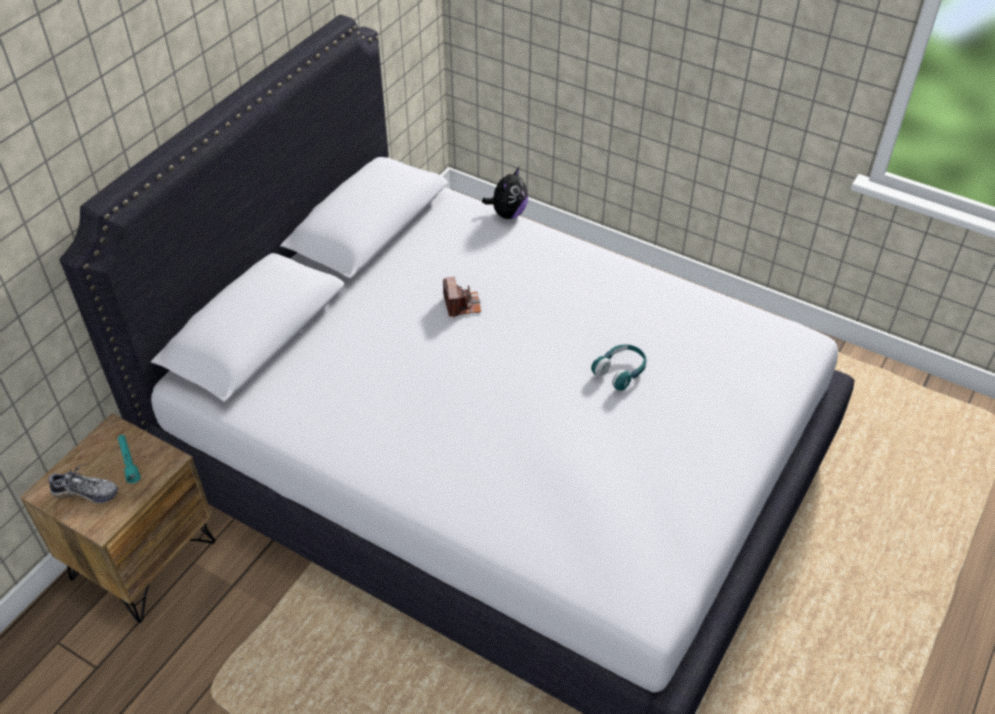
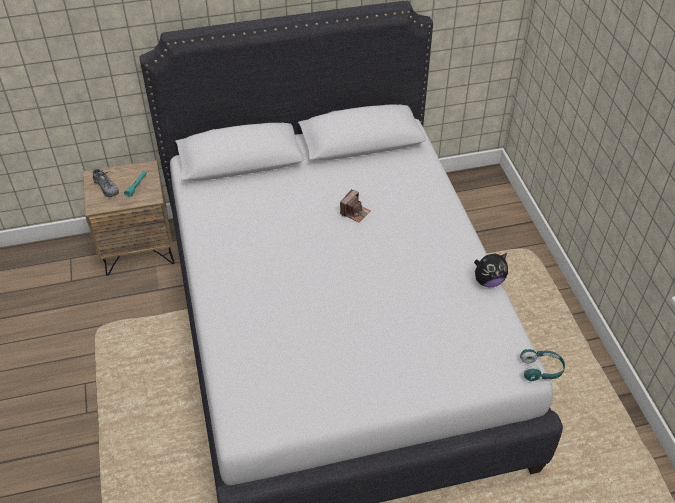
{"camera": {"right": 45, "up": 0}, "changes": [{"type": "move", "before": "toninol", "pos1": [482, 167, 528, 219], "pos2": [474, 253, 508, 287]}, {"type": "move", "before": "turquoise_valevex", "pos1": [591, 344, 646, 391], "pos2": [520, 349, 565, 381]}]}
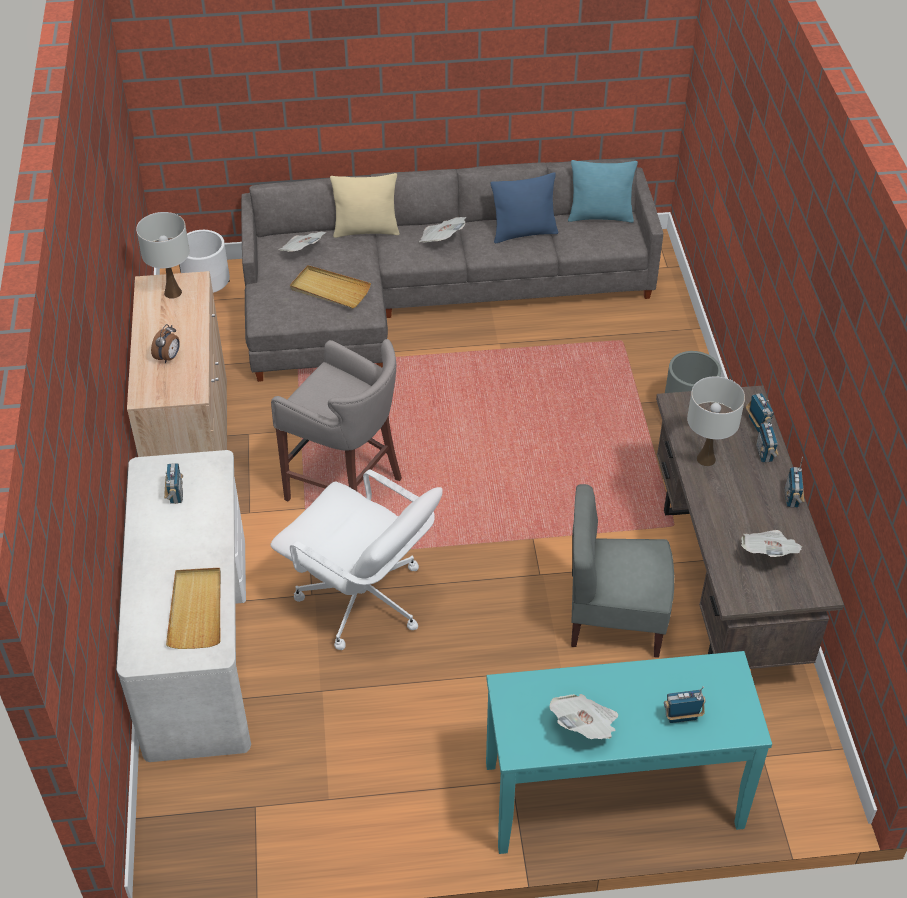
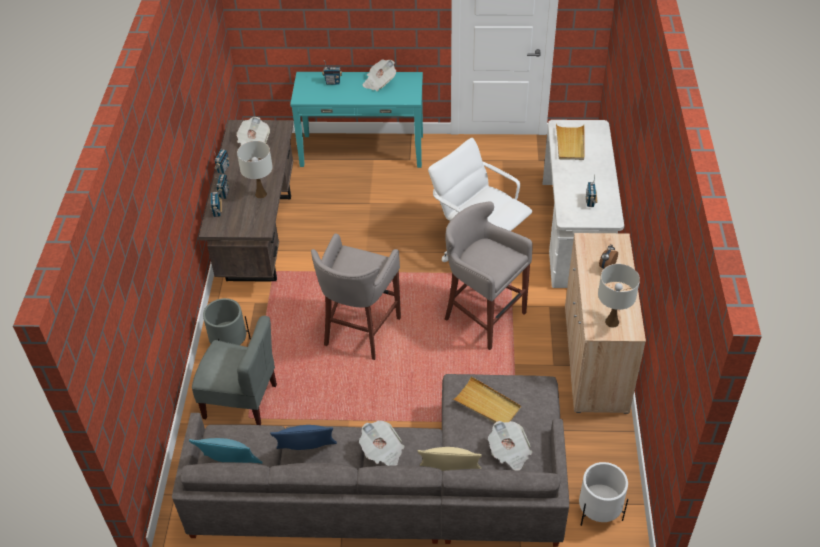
{"camera": {"right": -170, "up": 0}, "changes": [{"type": "move", "before": "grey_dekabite", "pos1": [571, 484, 674, 657], "pos2": [192, 316, 277, 425]}, {"type": "insert", "after": "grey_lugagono", "pos2": [311, 233, 401, 360]}]}
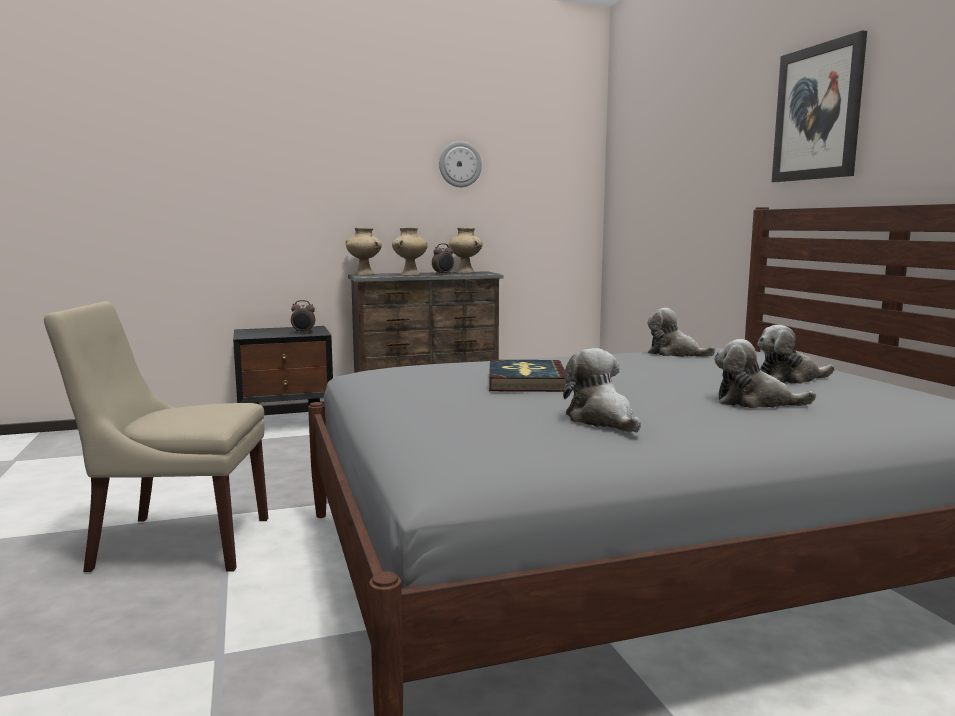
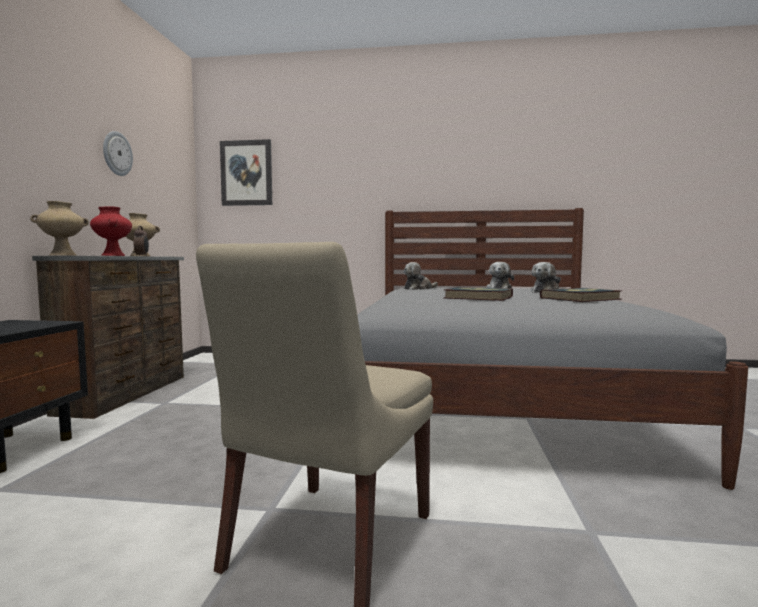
{"camera": {"right": -65, "up": -5}, "changes": [{"type": "delete", "before": "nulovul", "pos1": [291, 300, 315, 333]}, {"type": "recolor", "before": "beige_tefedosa", "after": "red_tefedosa", "pos1": [392, 228, 428, 275], "pos2": [90, 207, 132, 256]}, {"type": "replace", "before": "toninol", "after": "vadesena", "pos1": [563, 348, 641, 433], "pos2": [540, 288, 622, 302]}, {"type": "move", "before": "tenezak", "pos1": [772, 30, 867, 182], "pos2": [220, 139, 272, 206]}]}
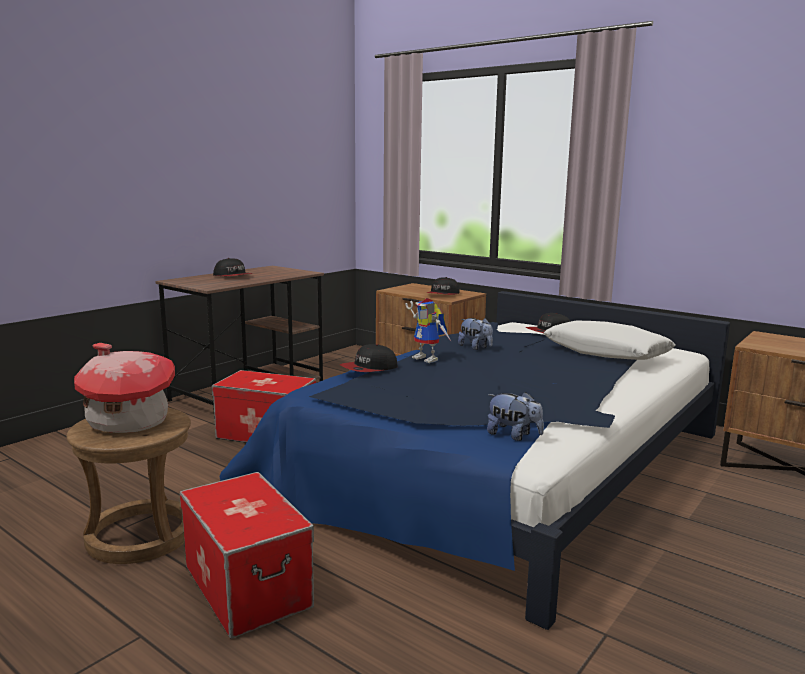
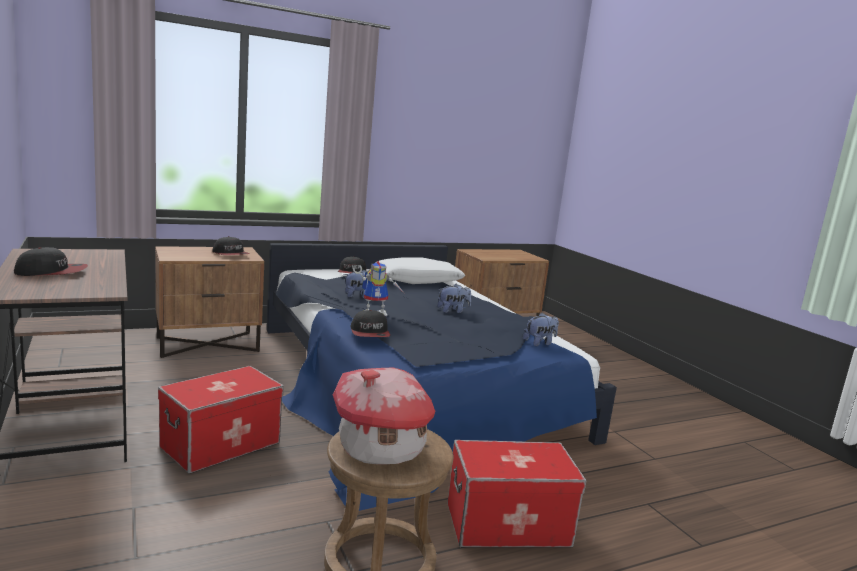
{"camera": {"right": -65, "up": 0}, "changes": [{"type": "insert", "after": "toninol", "pos2": [437, 284, 471, 313]}]}
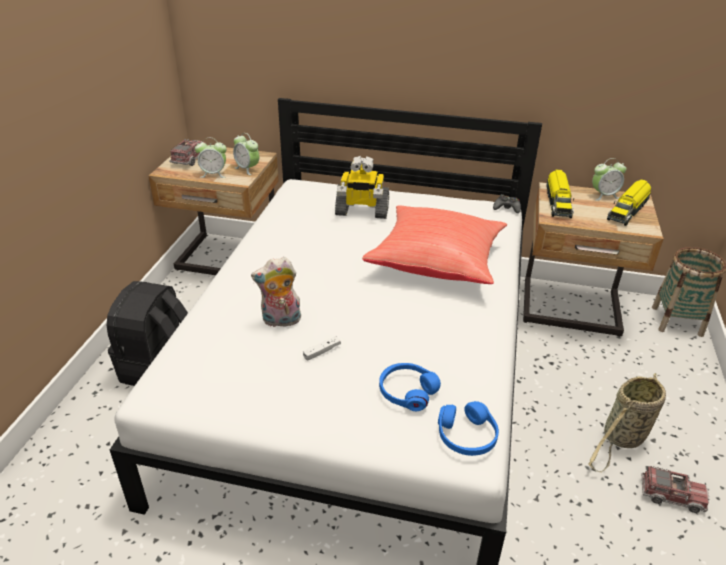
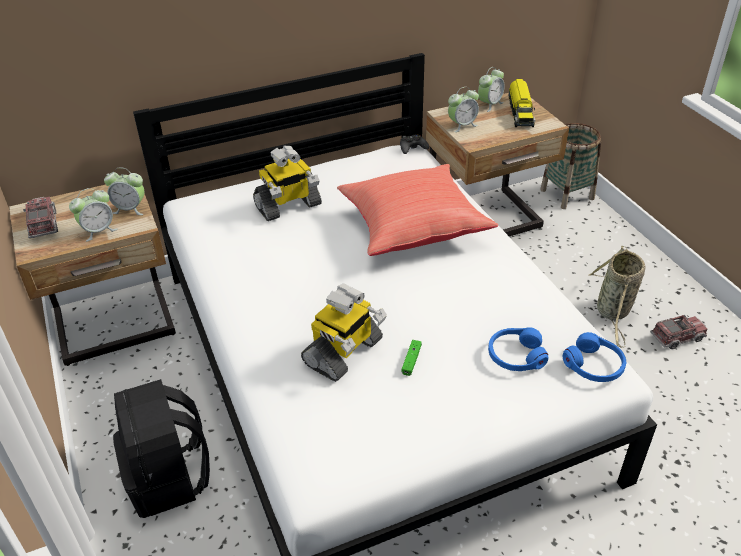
{"camera": {"right": -35, "up": 5}, "changes": [{"type": "replace", "before": "toninol", "after": "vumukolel", "pos1": [251, 257, 302, 327], "pos2": [301, 283, 387, 382]}, {"type": "recolor", "before": "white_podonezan", "after": "green_podonezan", "pos1": [303, 336, 341, 361], "pos2": [402, 340, 422, 376]}, {"type": "replace", "before": "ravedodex", "after": "nulovul", "pos1": [546, 169, 574, 218], "pos2": [448, 87, 479, 132]}]}
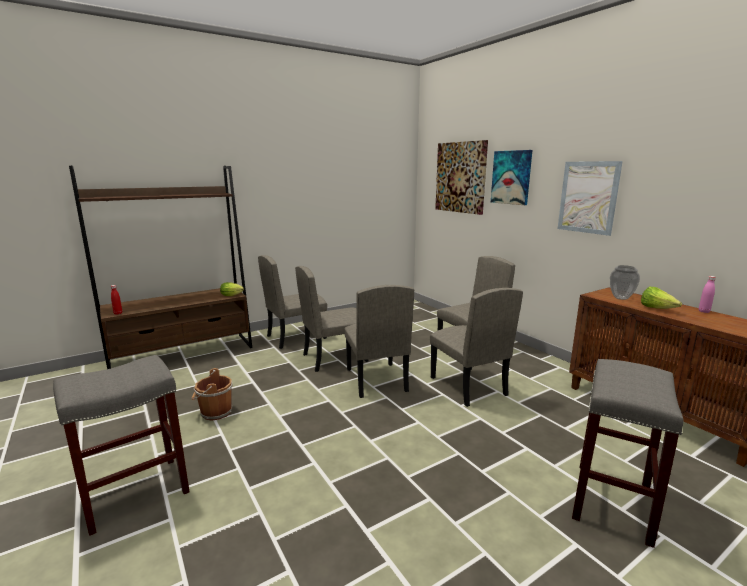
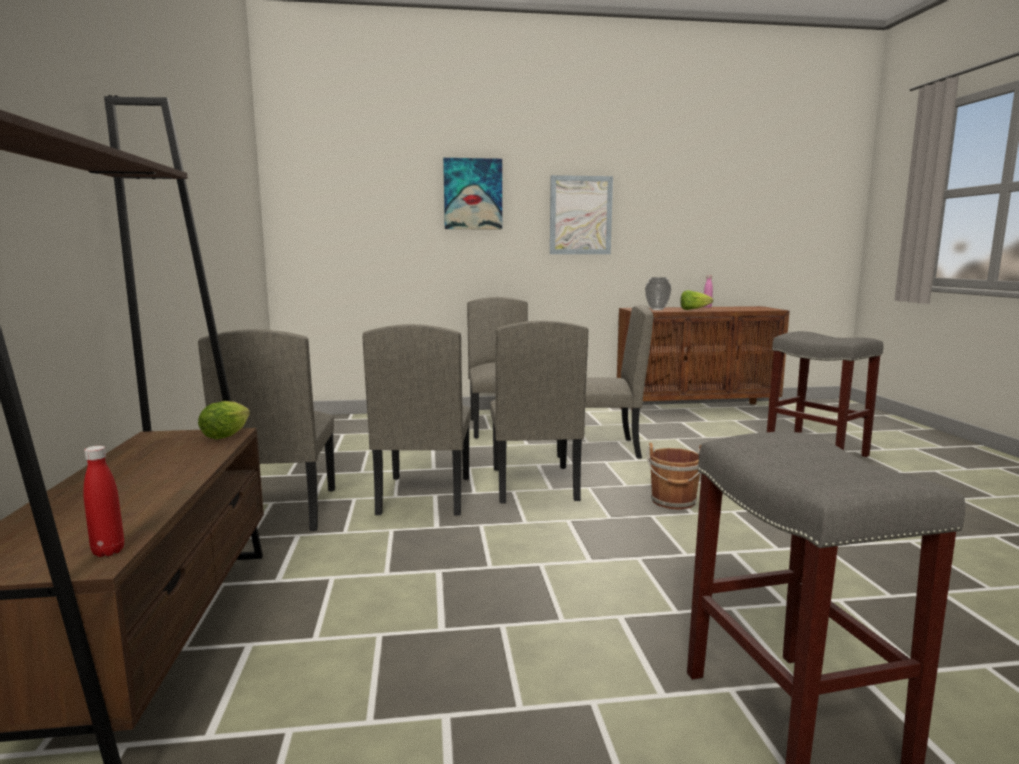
{"camera": {"right": -65, "up": -5}, "changes": [{"type": "move", "before": "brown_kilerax", "pos1": [191, 368, 233, 421], "pos2": [646, 443, 701, 510]}, {"type": "rotate", "before": "beige_dekabite", "pos1": [344, 285, 414, 398], "pos2": [490, 320, 588, 503], "turn": 75}, {"type": "delete", "before": "tenezak", "pos1": [435, 140, 488, 215]}]}
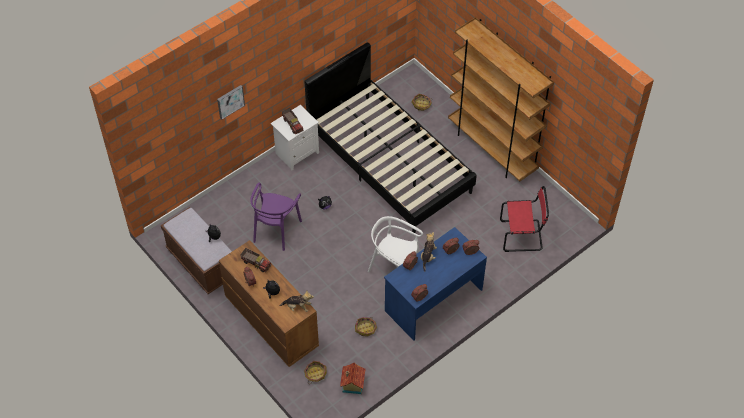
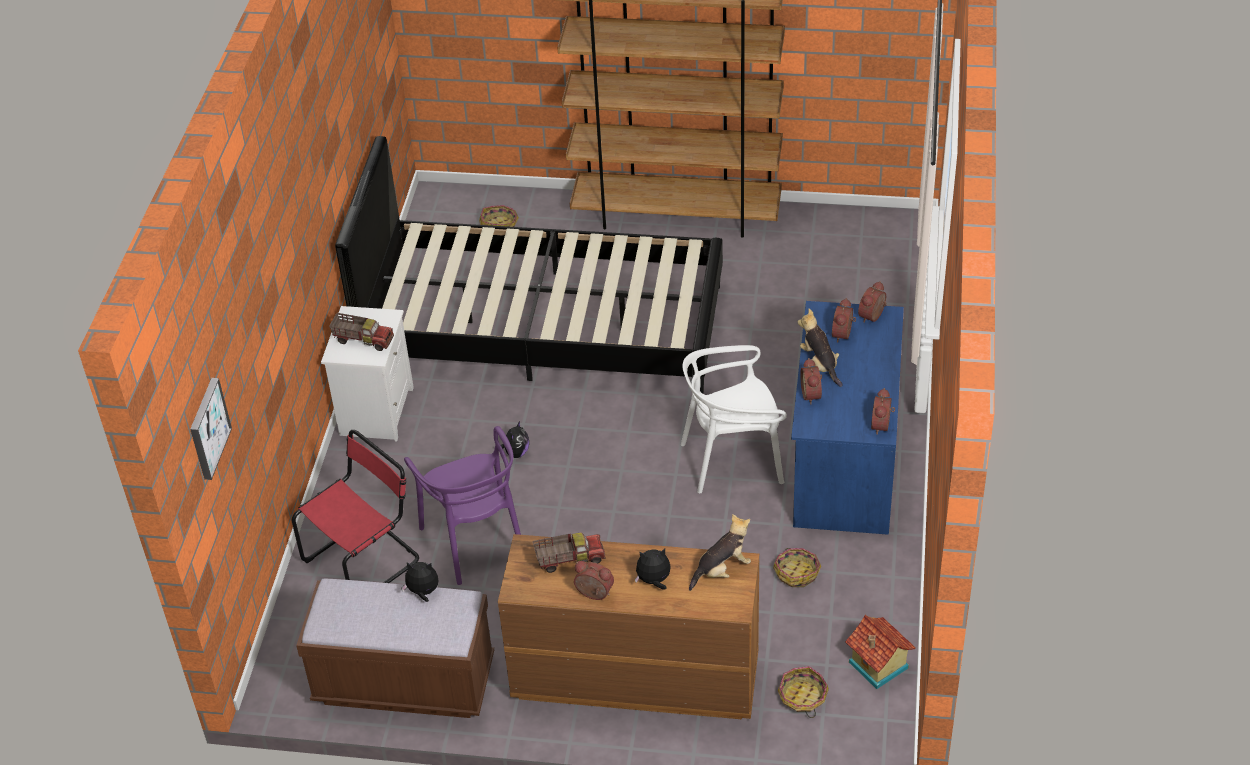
{"camera": {"right": -40, "up": -10}, "changes": [{"type": "move", "before": "tenezak", "pos1": [217, 85, 245, 119], "pos2": [190, 378, 232, 480]}, {"type": "move", "before": "red_dekabite", "pos1": [500, 186, 549, 252], "pos2": [292, 430, 419, 583]}]}
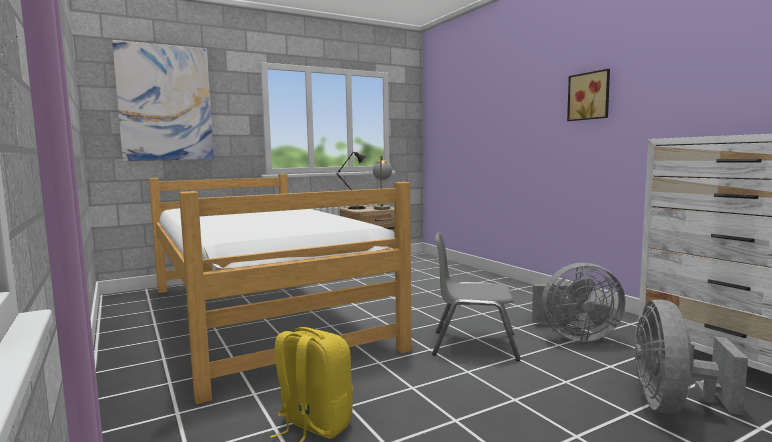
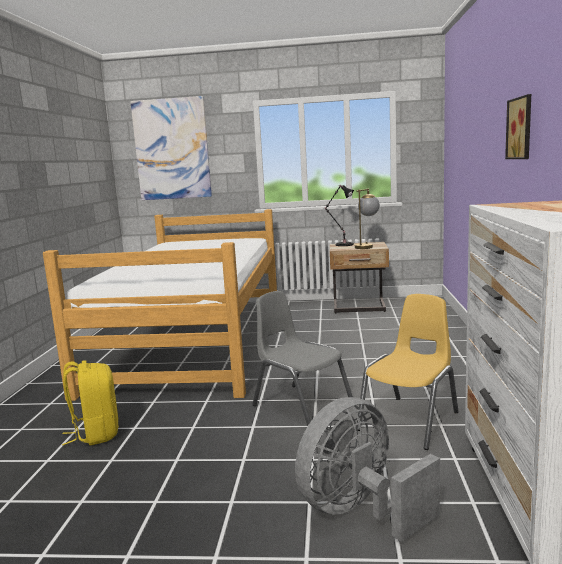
{"camera": {"right": 35, "up": 5}, "changes": [{"type": "replace", "before": "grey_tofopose", "after": "yellow_dekabite", "pos1": [532, 262, 626, 342], "pos2": [357, 294, 459, 450]}]}
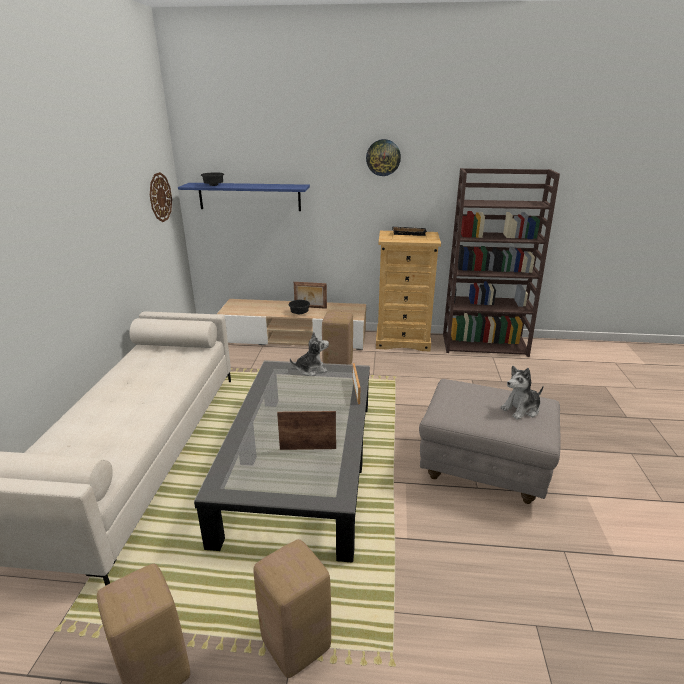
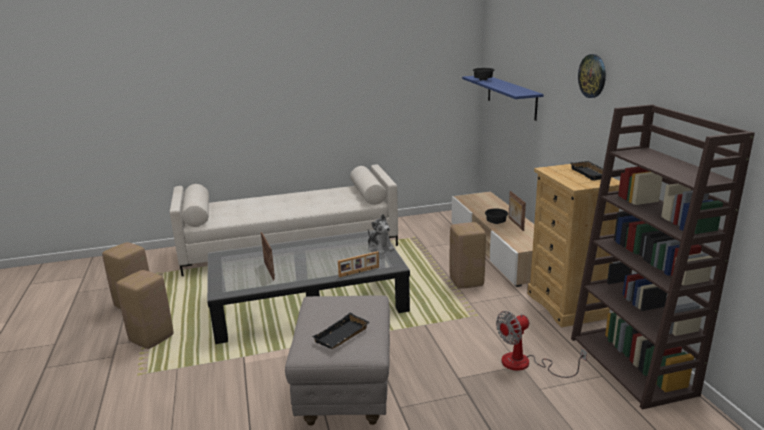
{"camera": {"right": 70, "up": -5}, "changes": [{"type": "delete", "before": "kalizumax", "pos1": [150, 172, 172, 222]}, {"type": "replace", "before": "toninol", "after": "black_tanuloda", "pos1": [501, 366, 544, 420], "pos2": [312, 313, 370, 349]}, {"type": "insert", "after": "tofopose", "pos2": [496, 311, 587, 378]}]}
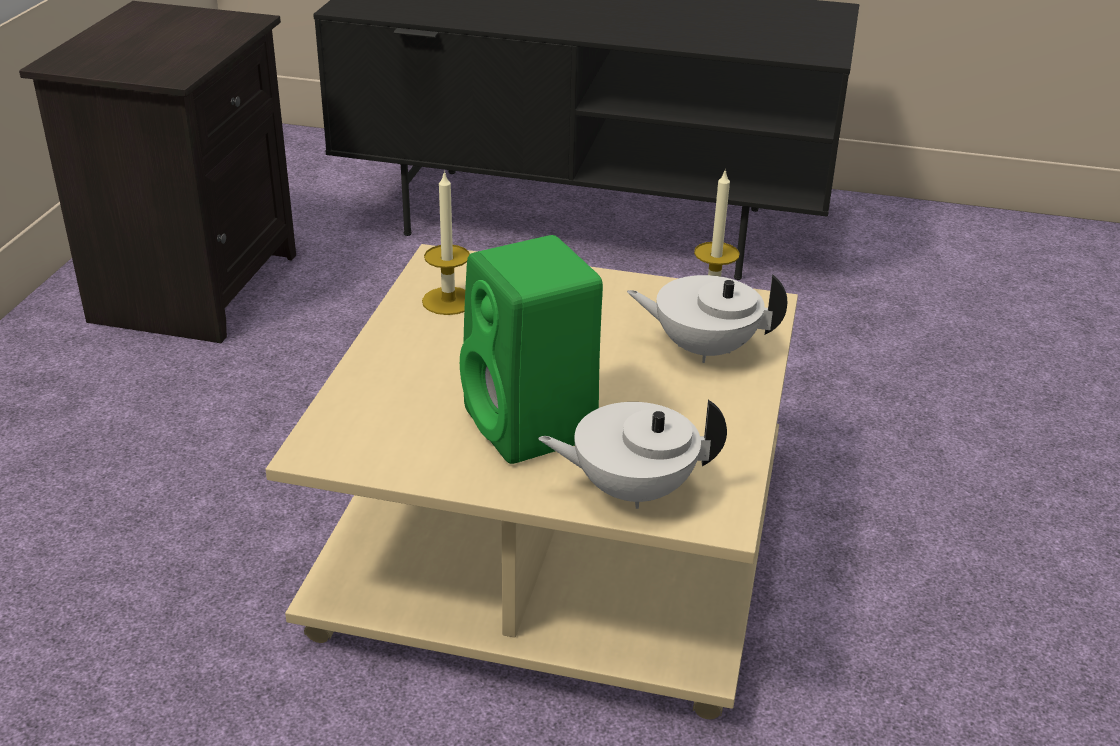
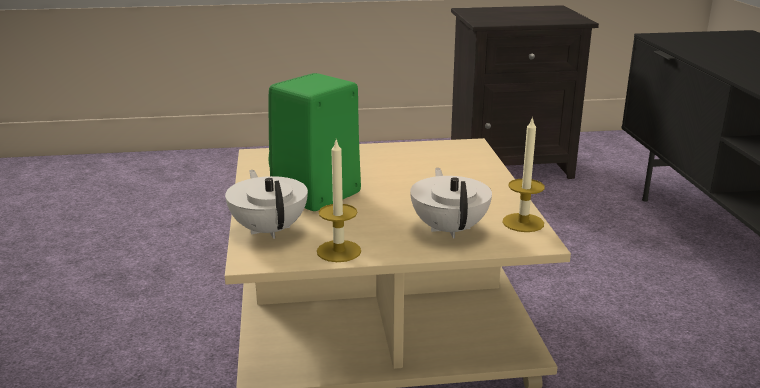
{"camera": {"right": 70, "up": -10}, "changes": [{"type": "move", "before": "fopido", "pos1": [422, 170, 470, 315], "pos2": [317, 139, 361, 262]}]}
